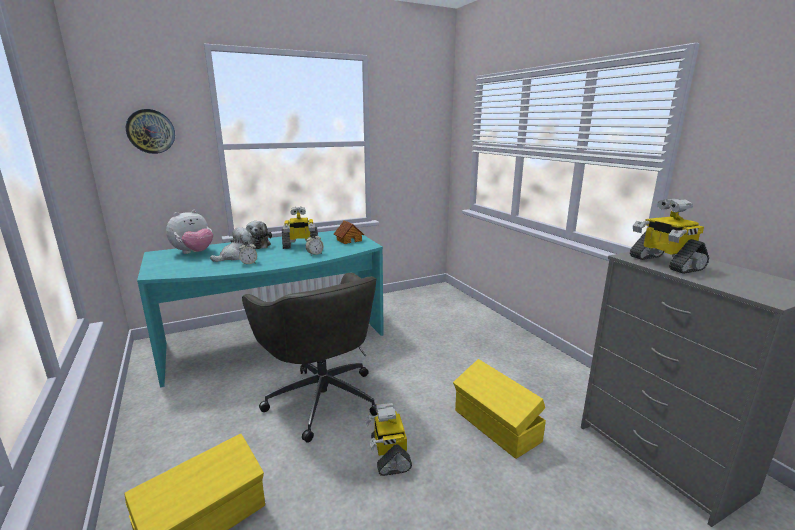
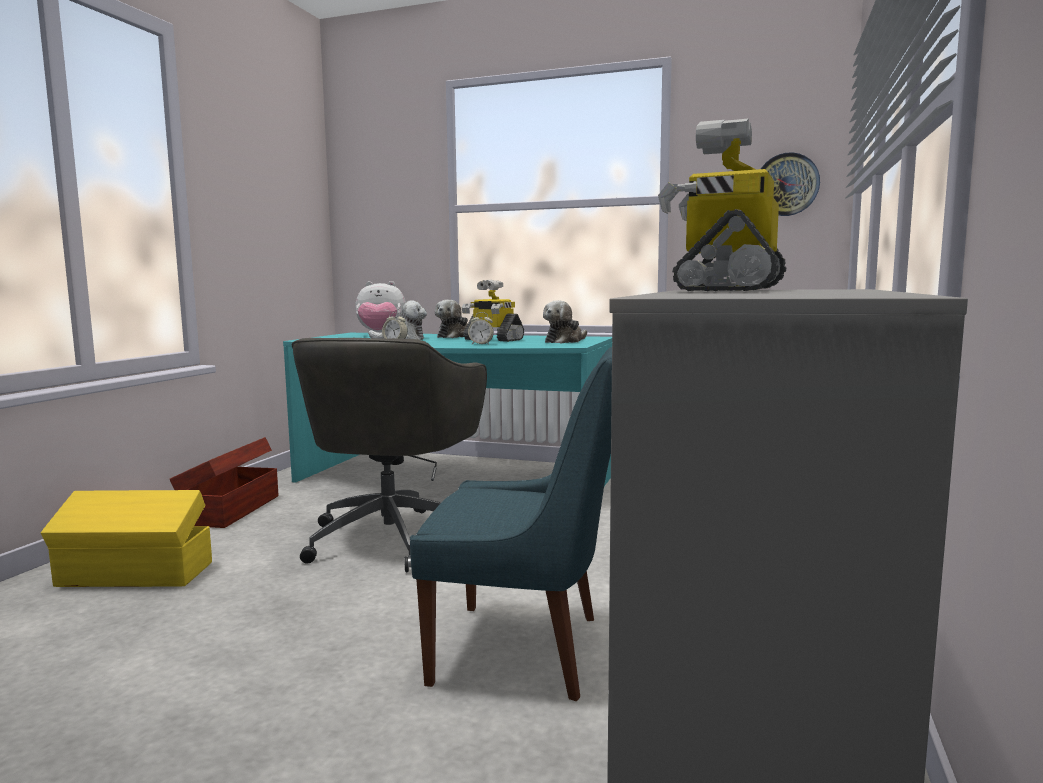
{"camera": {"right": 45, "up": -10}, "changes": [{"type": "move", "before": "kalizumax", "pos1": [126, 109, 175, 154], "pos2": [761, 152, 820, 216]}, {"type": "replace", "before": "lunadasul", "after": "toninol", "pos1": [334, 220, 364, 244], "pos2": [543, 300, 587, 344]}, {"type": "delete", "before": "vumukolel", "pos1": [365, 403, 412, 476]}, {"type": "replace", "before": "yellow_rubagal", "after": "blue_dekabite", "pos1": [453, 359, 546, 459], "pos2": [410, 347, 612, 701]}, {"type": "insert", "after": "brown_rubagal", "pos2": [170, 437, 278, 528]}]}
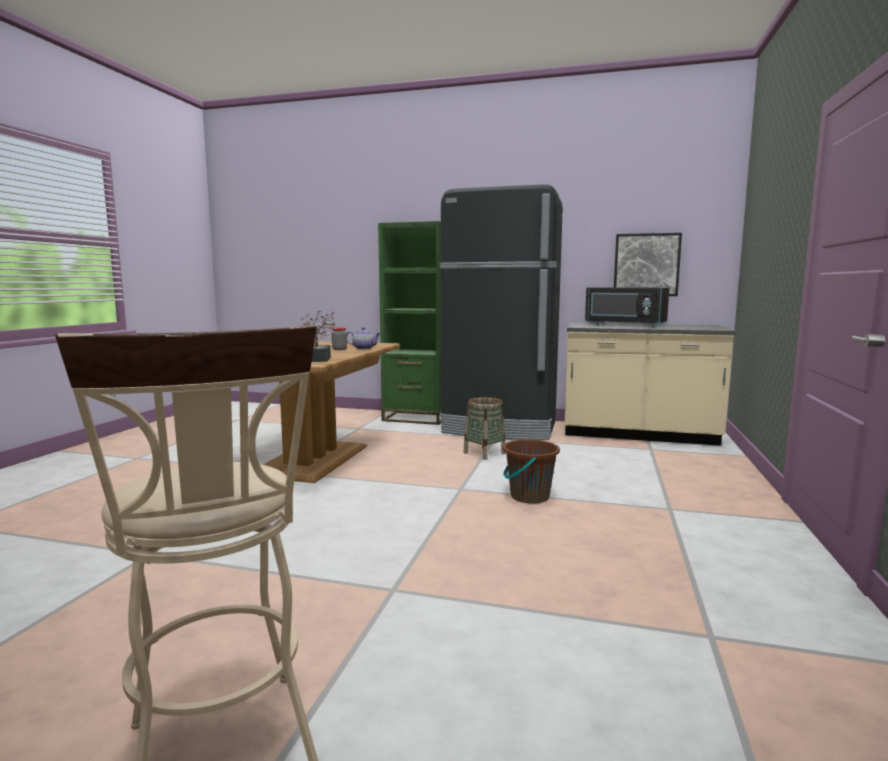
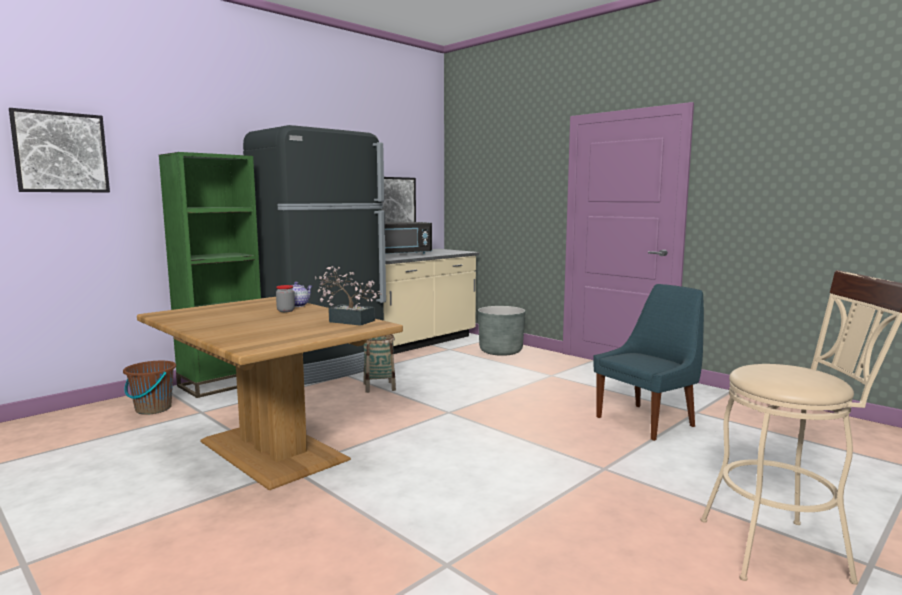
{"camera": {"right": -60, "up": 0}, "changes": [{"type": "move", "before": "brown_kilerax", "pos1": [503, 439, 560, 504], "pos2": [123, 361, 176, 415]}, {"type": "insert", "after": "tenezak", "pos2": [9, 108, 110, 192]}, {"type": "insert", "after": "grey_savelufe", "pos2": [478, 306, 525, 356]}, {"type": "insert", "after": "blue_dekabite", "pos2": [593, 284, 704, 441]}]}
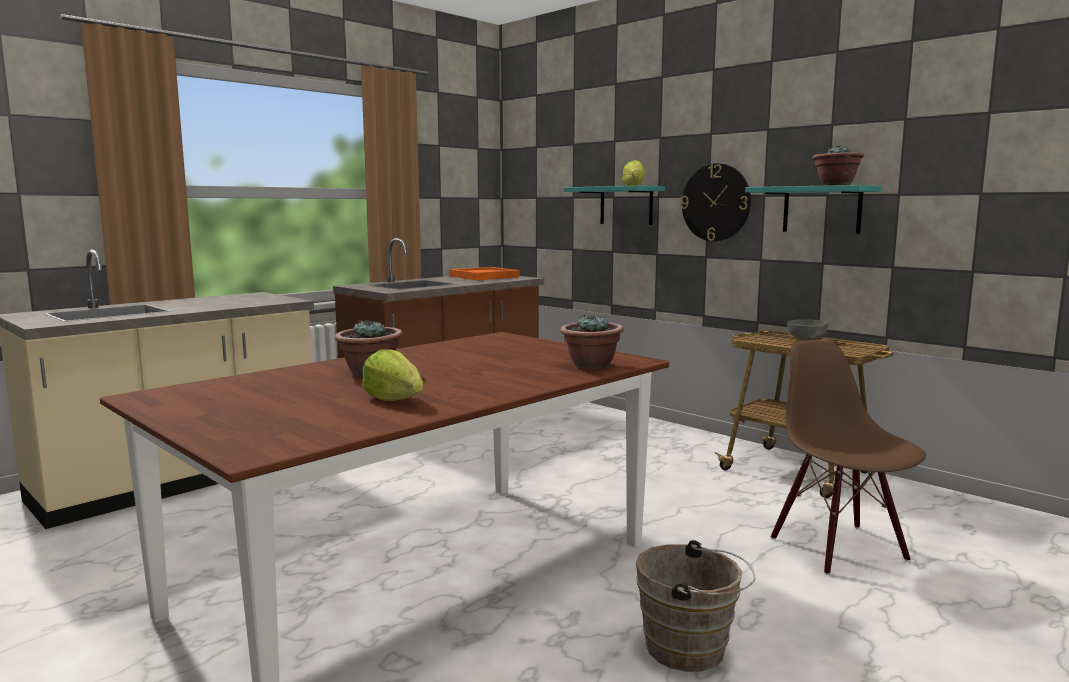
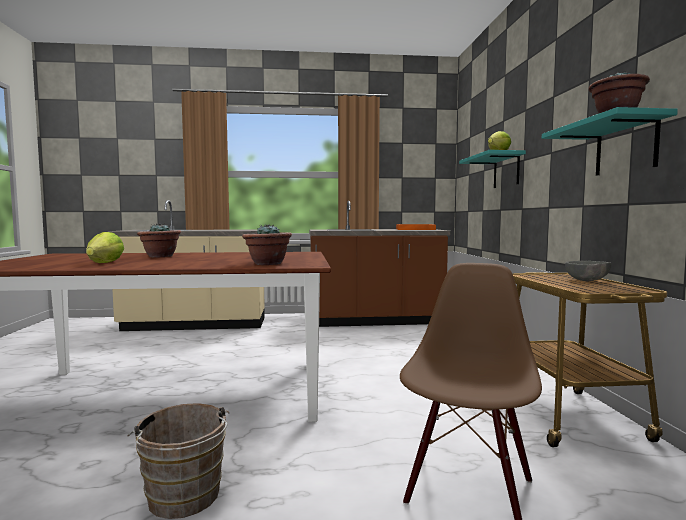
{"camera": {"right": 40, "up": -5}, "changes": [{"type": "delete", "before": "kalizumax", "pos1": [681, 163, 751, 241]}]}
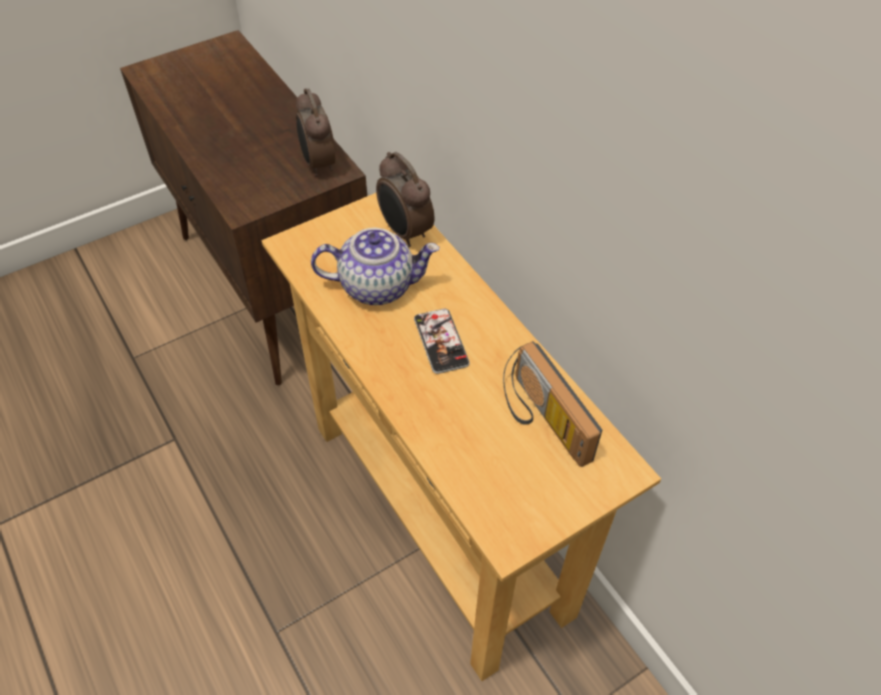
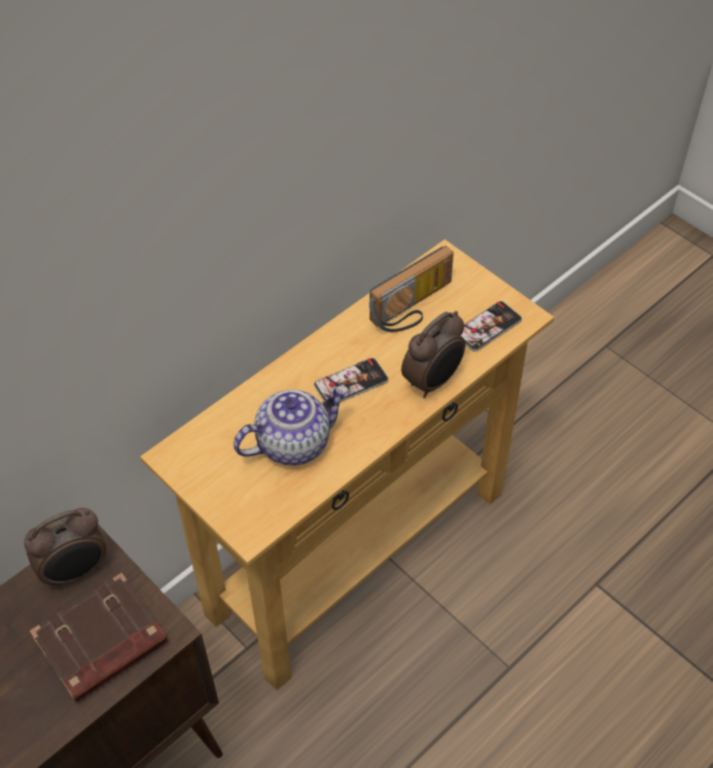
{"camera": {"right": -100, "up": 0}, "changes": [{"type": "rotate", "before": "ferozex", "pos1": [311, 228, 439, 305], "pos2": [233, 386, 349, 465], "turn": 75}, {"type": "move", "before": "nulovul", "pos1": [376, 152, 434, 247], "pos2": [401, 311, 466, 398]}, {"type": "insert", "after": "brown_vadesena", "pos2": [30, 573, 168, 702]}, {"type": "insert", "after": "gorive", "pos2": [461, 301, 522, 352]}]}
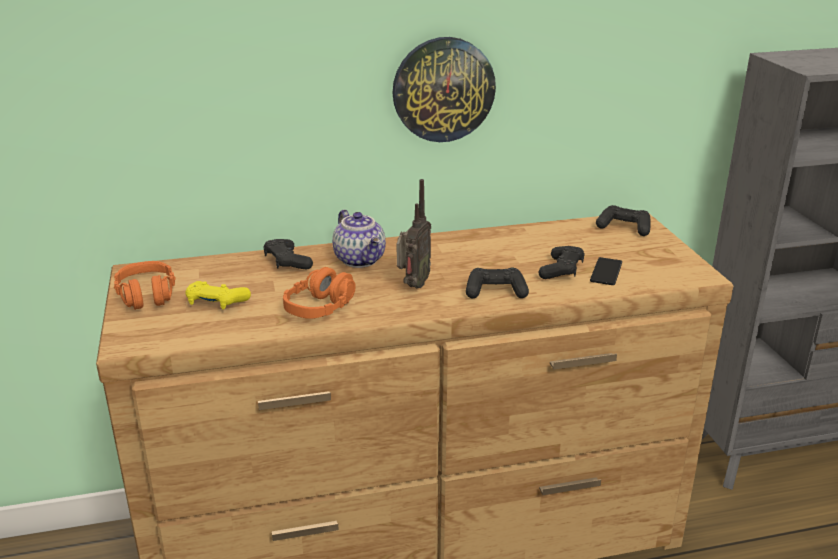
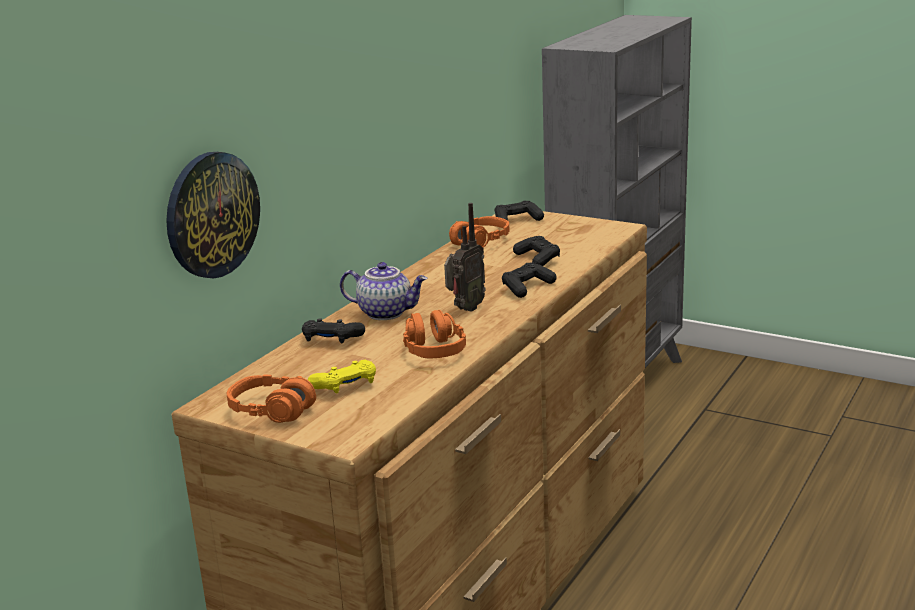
{"camera": {"right": -45, "up": -5}, "changes": [{"type": "move", "before": "kalizumax", "pos1": [393, 37, 496, 142], "pos2": [166, 152, 260, 278]}, {"type": "rotate", "before": "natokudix", "pos1": [397, 179, 431, 288], "pos2": [444, 203, 486, 312], "turn": 60}, {"type": "delete", "before": "gorive", "pos1": [590, 257, 622, 285]}, {"type": "insert", "after": "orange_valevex", "pos2": [449, 216, 510, 248]}]}
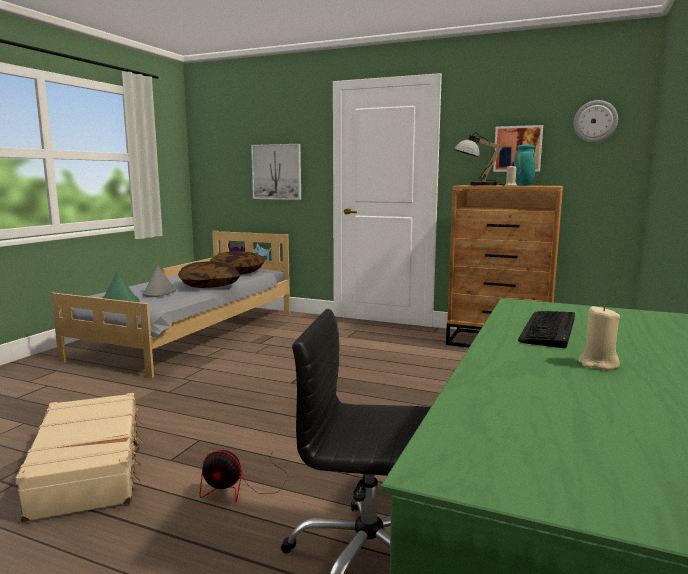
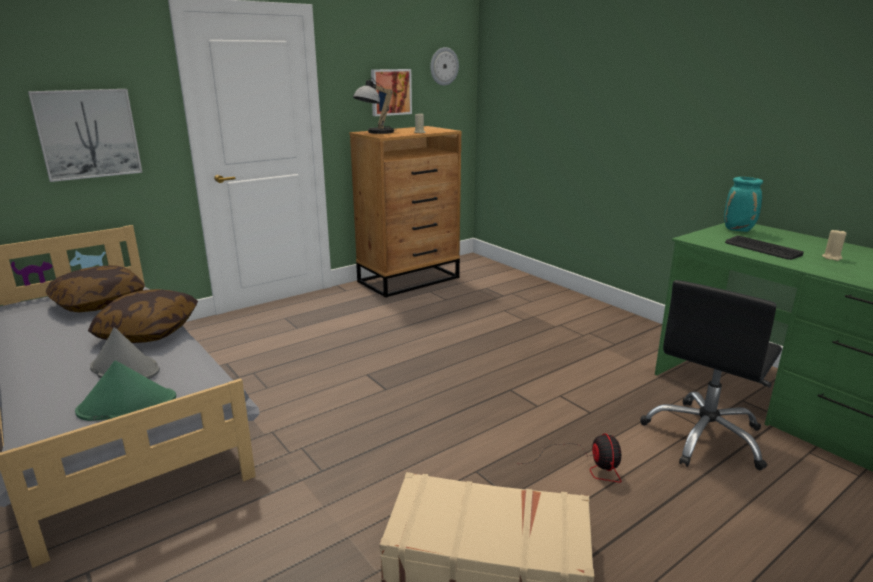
{"camera": {"right": -60, "up": 10}, "changes": [{"type": "rotate", "before": "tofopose", "pos1": [199, 450, 288, 502], "pos2": [523, 433, 622, 483], "turn": -45}, {"type": "move", "before": "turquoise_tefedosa", "pos1": [514, 145, 535, 186], "pos2": [724, 177, 763, 232]}]}
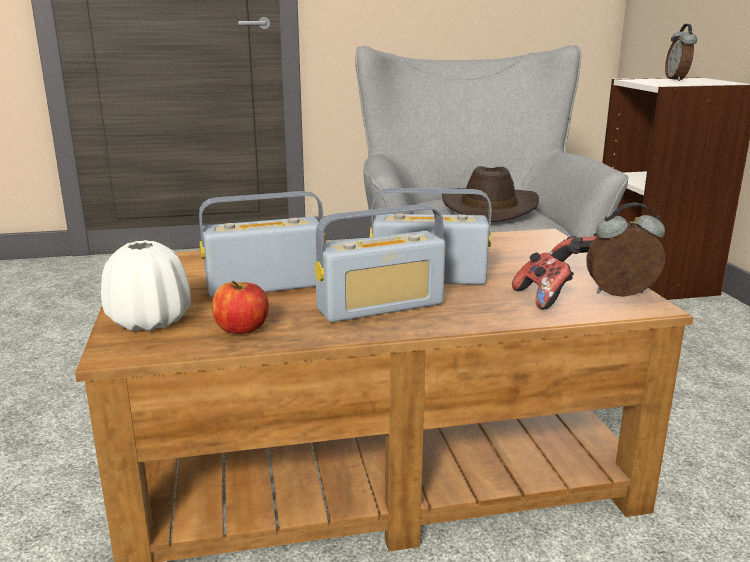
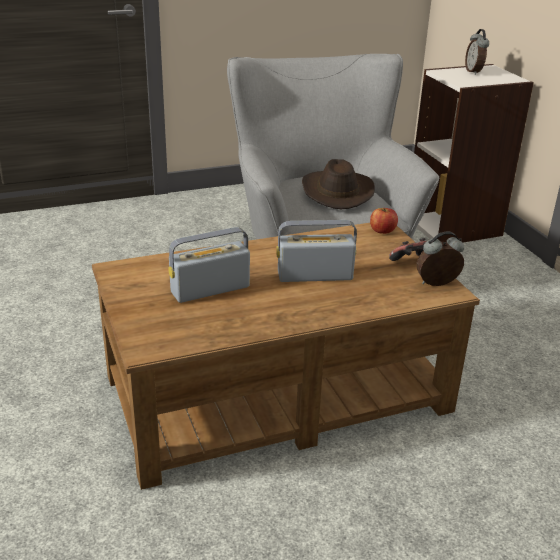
{"camera": {"right": -10, "up": 10}, "changes": [{"type": "delete", "before": "white_tefedosa", "pos1": [101, 240, 191, 331]}, {"type": "move", "before": "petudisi", "pos1": [212, 281, 269, 334], "pos2": [370, 208, 398, 234]}, {"type": "delete", "before": "natokudix", "pos1": [315, 204, 446, 322]}, {"type": "delete", "before": "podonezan", "pos1": [512, 252, 574, 310]}]}
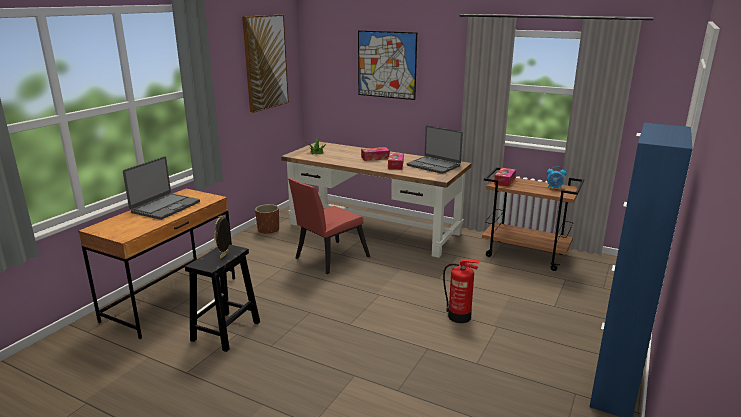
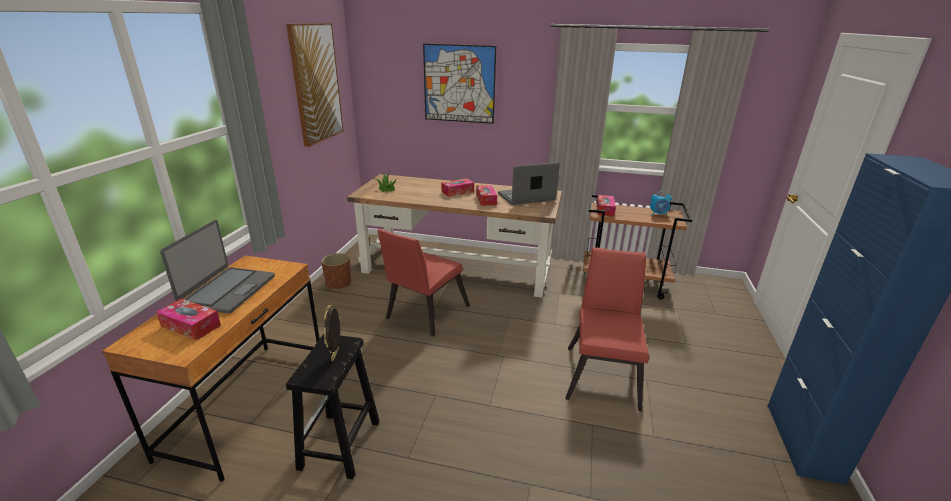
{"camera": {"right": -15, "up": 5}, "changes": [{"type": "rotate", "before": "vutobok", "pos1": [407, 126, 463, 174], "pos2": [498, 162, 560, 205], "turn": 135}, {"type": "replace", "before": "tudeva", "after": "red_dekabite", "pos1": [443, 259, 480, 323], "pos2": [566, 247, 649, 412]}, {"type": "insert", "after": "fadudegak", "pos2": [156, 299, 221, 340]}]}
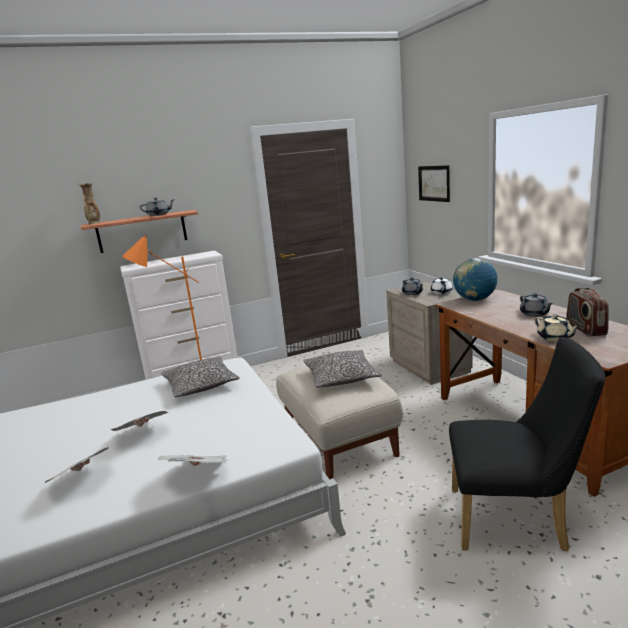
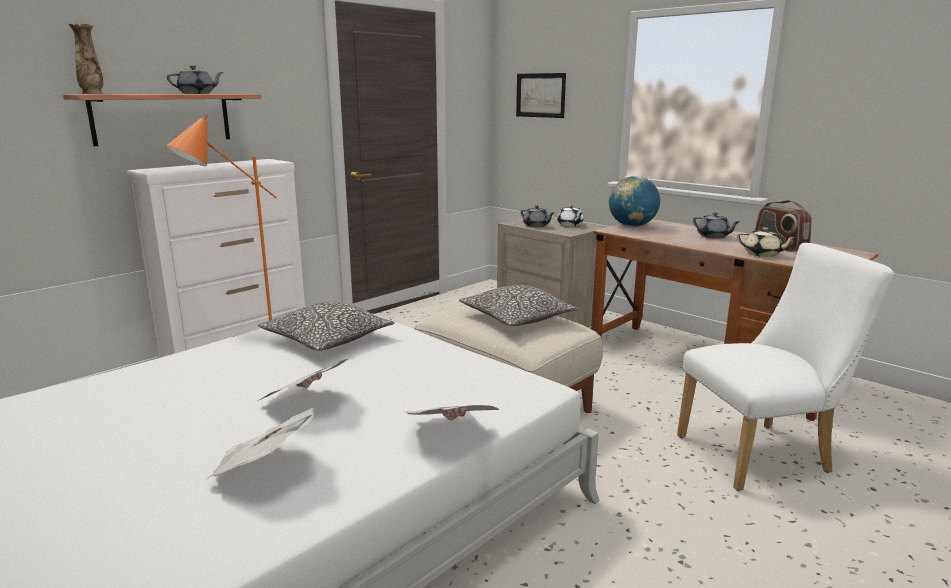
{"camera": {"right": -25, "up": 0}, "changes": [{"type": "recolor", "before": "black_dekabite", "after": "white_dekabite", "pos1": [449, 337, 606, 552], "pos2": [677, 243, 894, 491]}]}
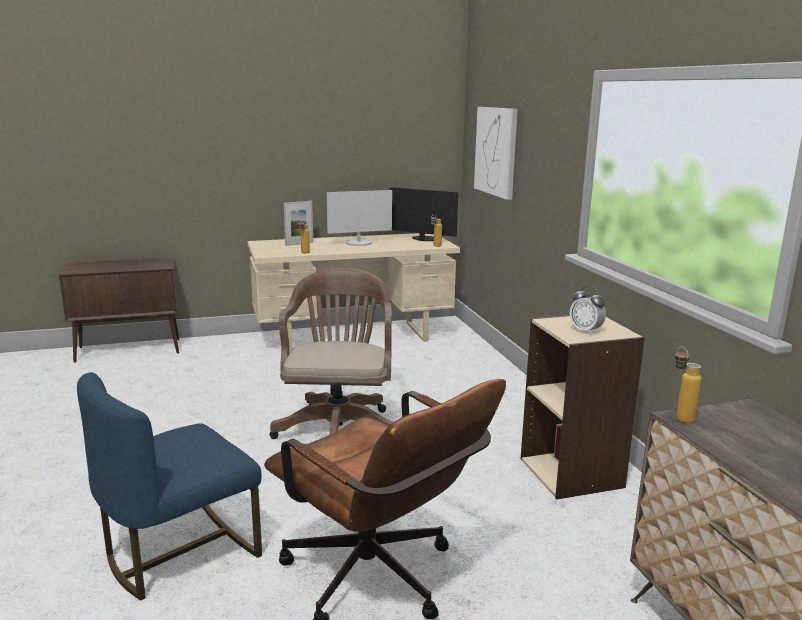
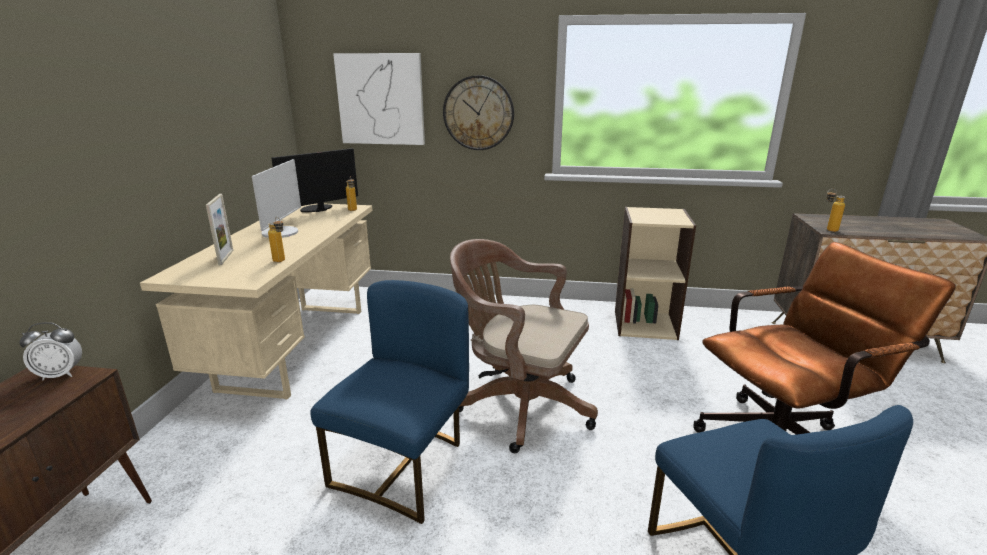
{"camera": {"right": -65, "up": 5}, "changes": [{"type": "move", "before": "nulovul", "pos1": [570, 286, 606, 335], "pos2": [19, 322, 82, 381]}, {"type": "insert", "after": "blue_dekabite", "pos2": [310, 280, 469, 524]}, {"type": "insert", "after": "kalizumax", "pos2": [443, 75, 514, 150]}]}
